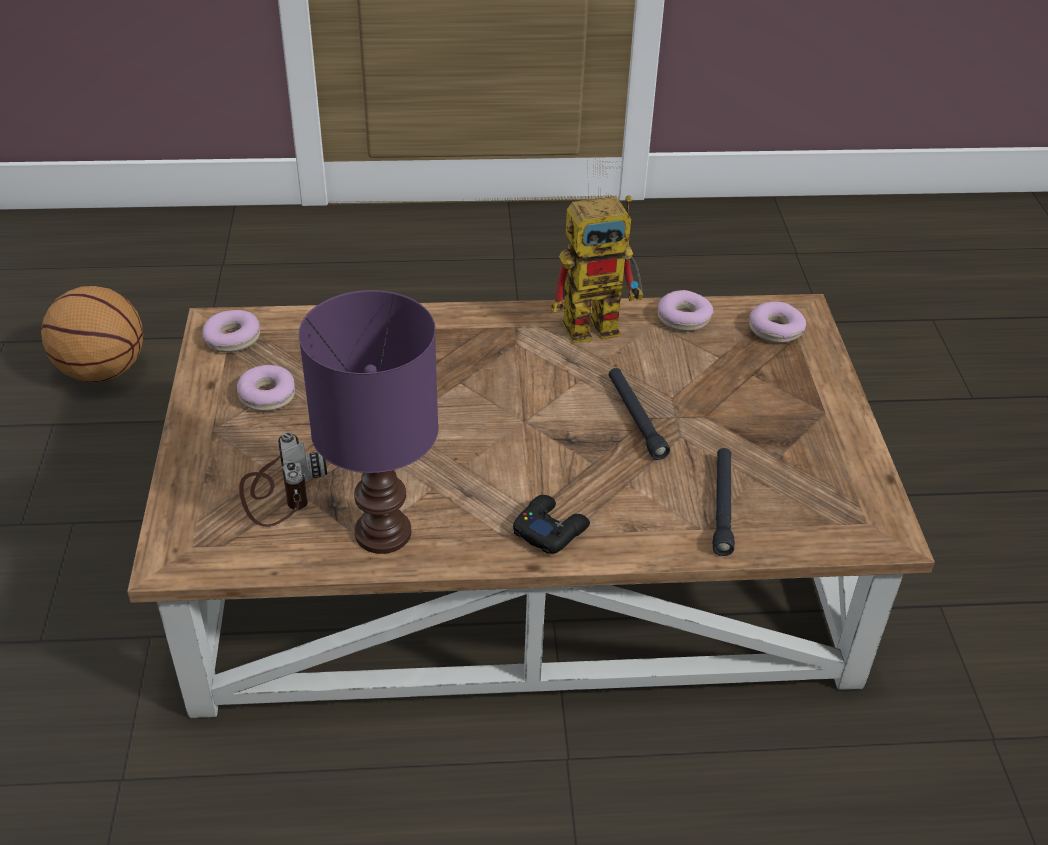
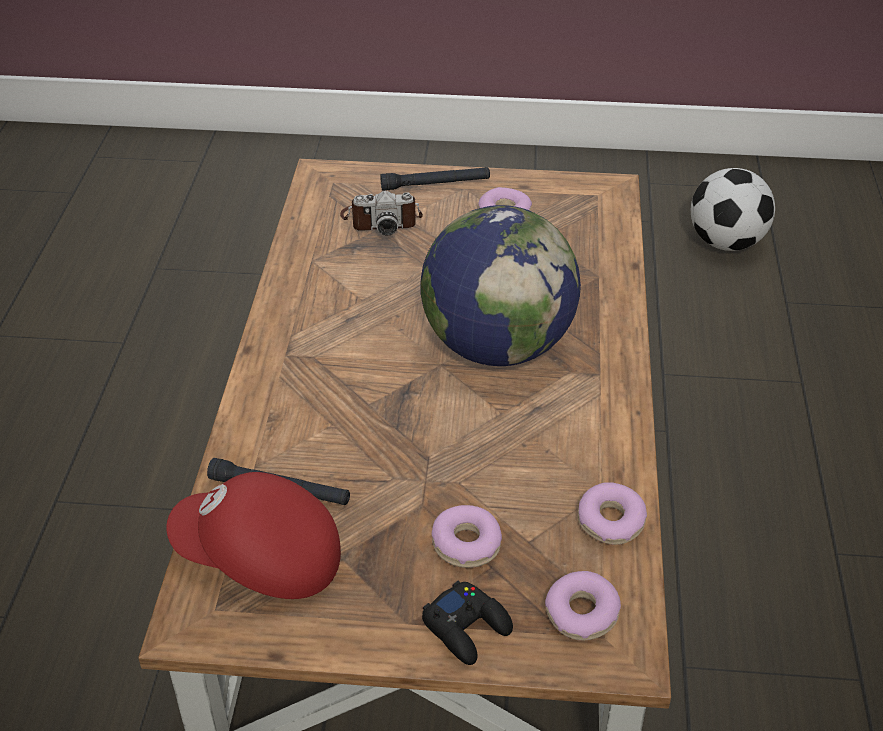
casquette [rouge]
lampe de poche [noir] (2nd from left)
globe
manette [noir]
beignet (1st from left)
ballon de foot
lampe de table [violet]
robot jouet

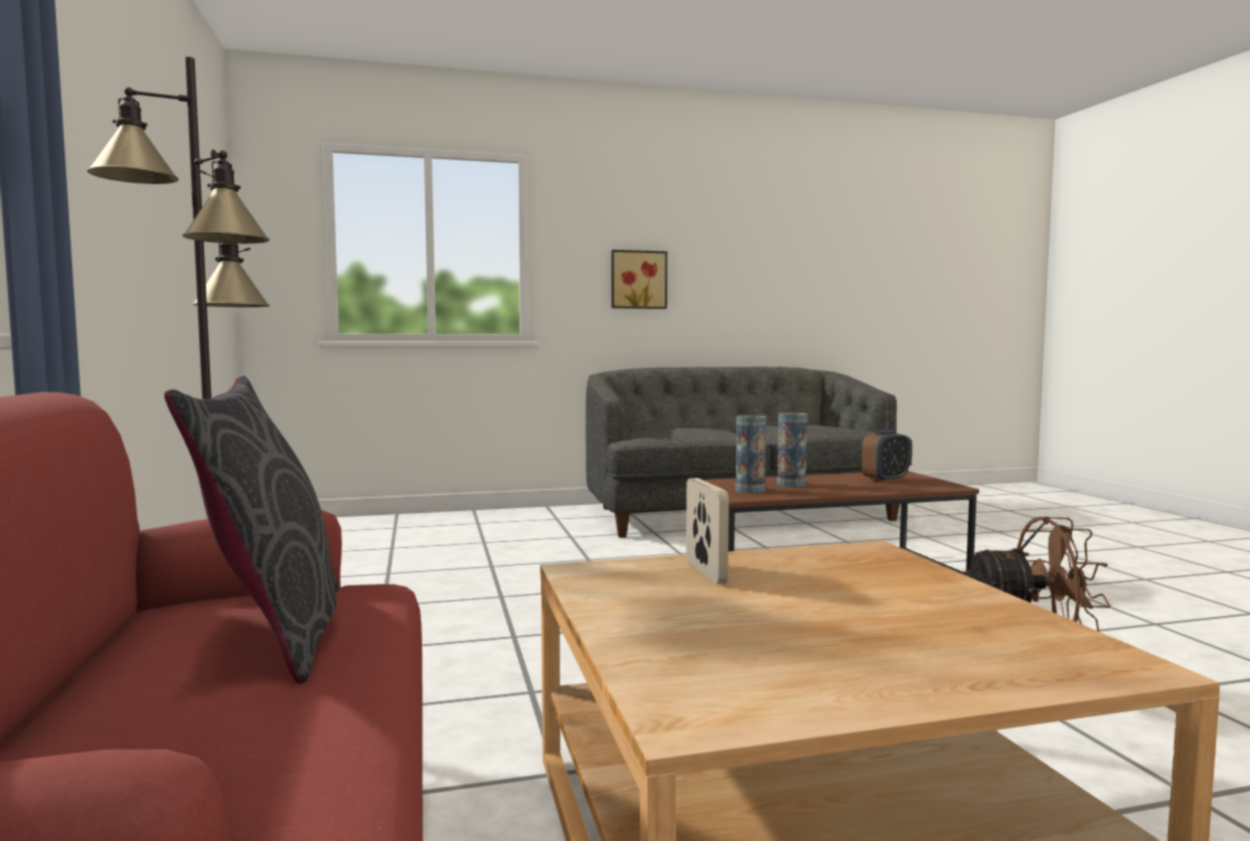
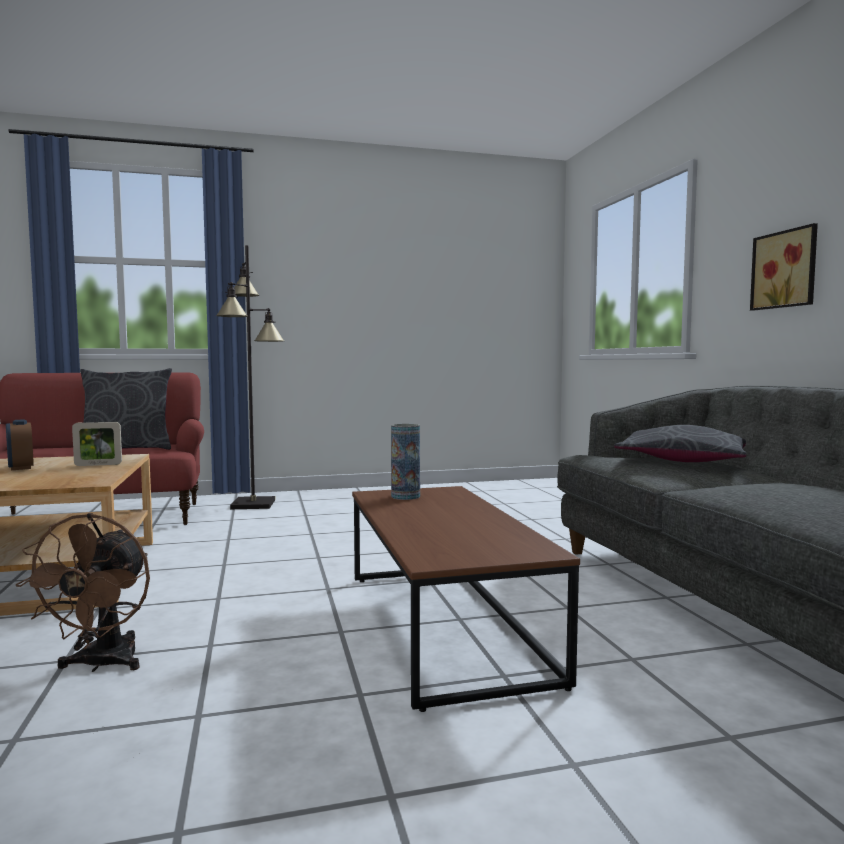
réveil
coussin [gris] (2nd from left)
vase (2nd from left in the first image)

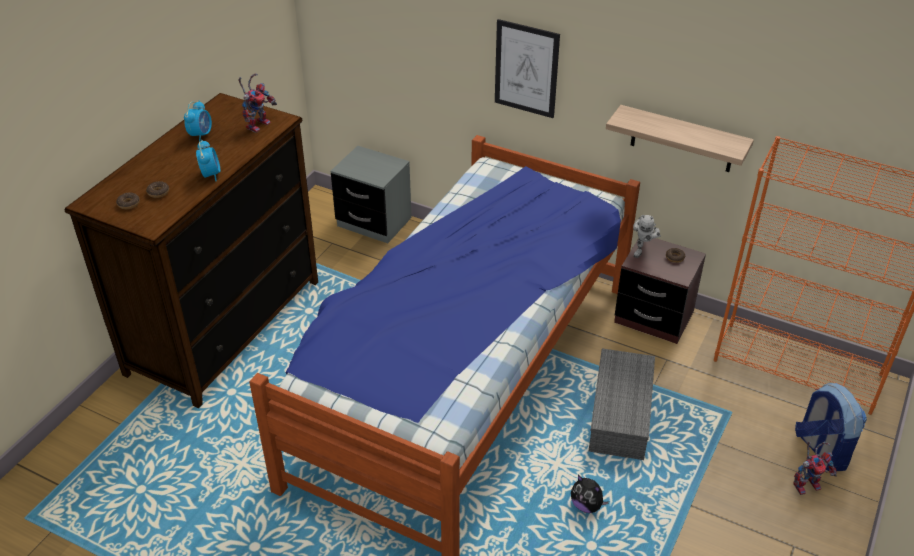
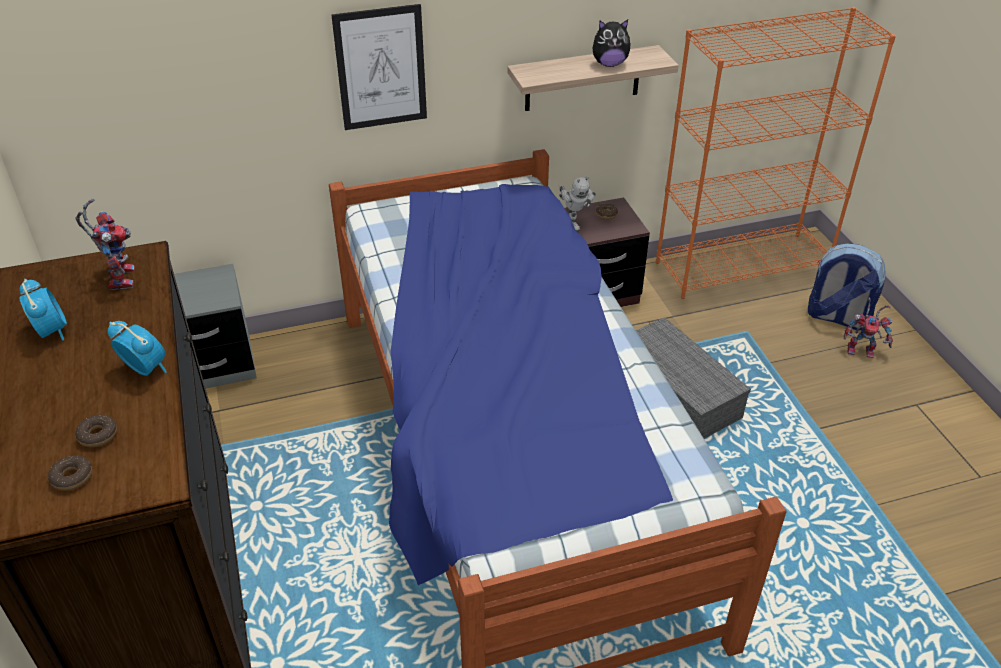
peluche
robot jouet (3rd from left)

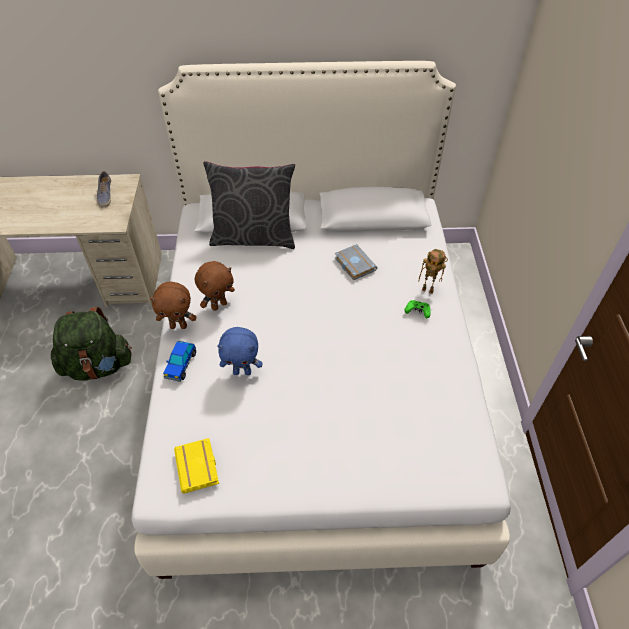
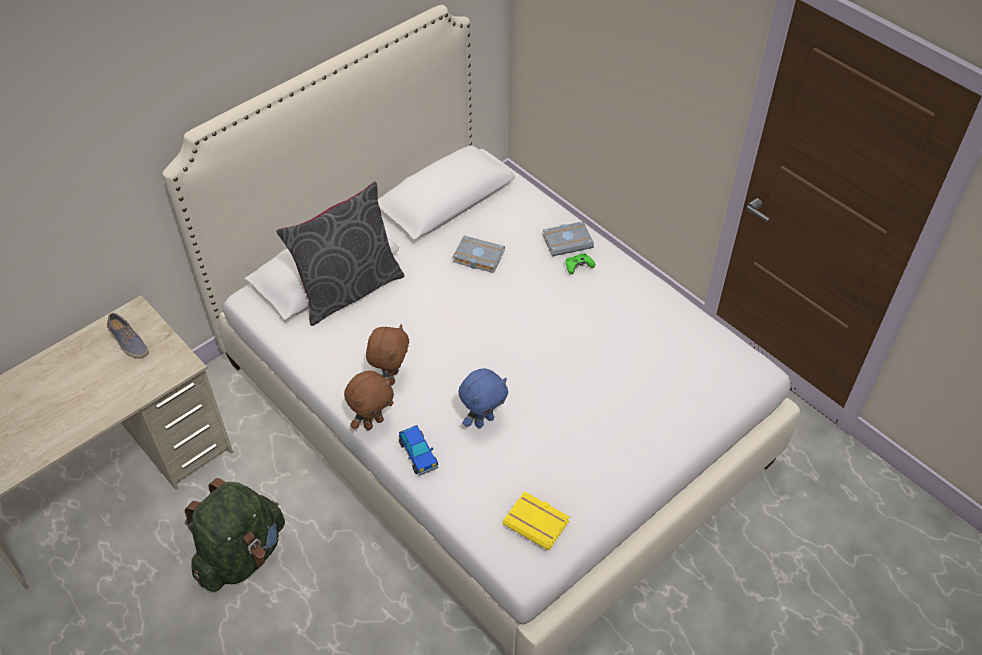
livre [gris] (2nd from left)

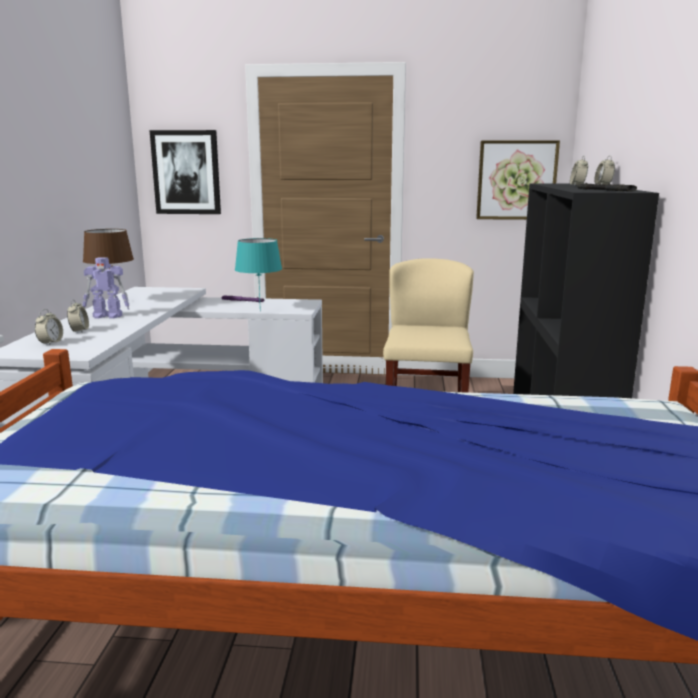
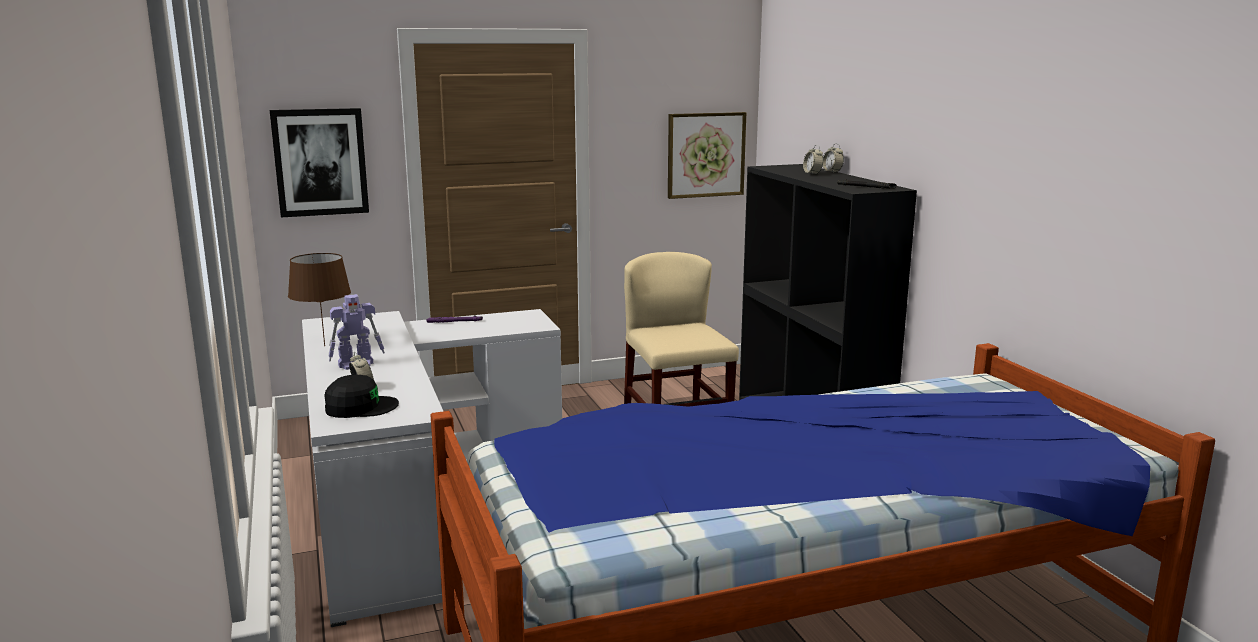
casquette [noir]
lampe de table [turquoise]

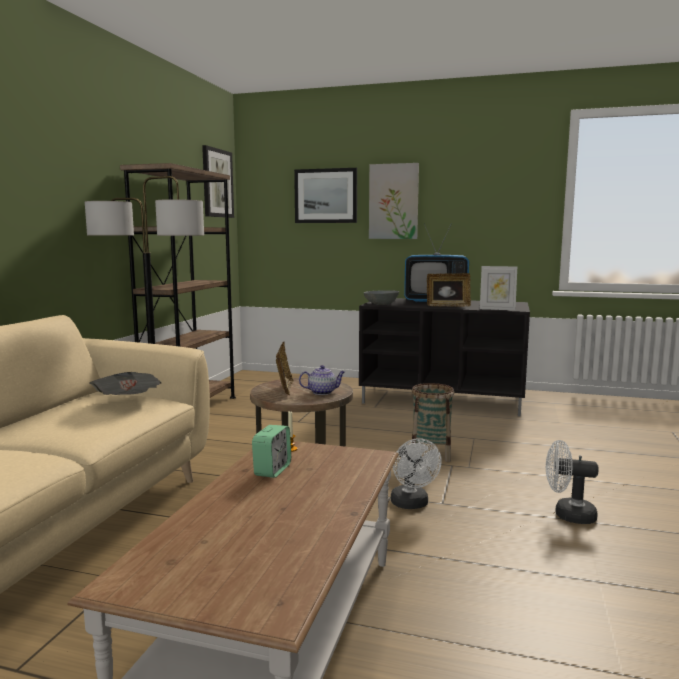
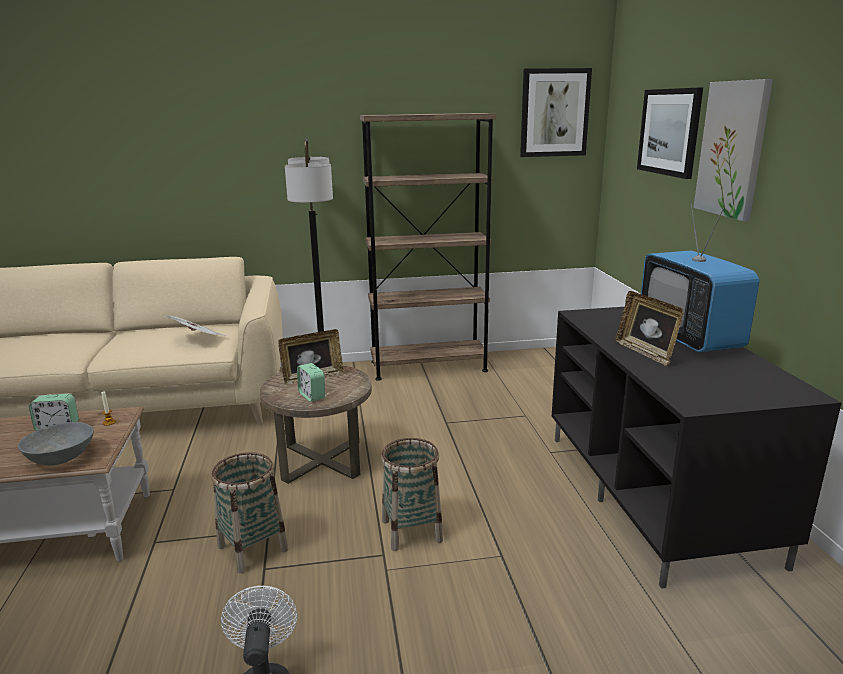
bol [gris]
panier (1st from left)
réveil (2nd from left)
cadre photo (3rd from left in the first image)

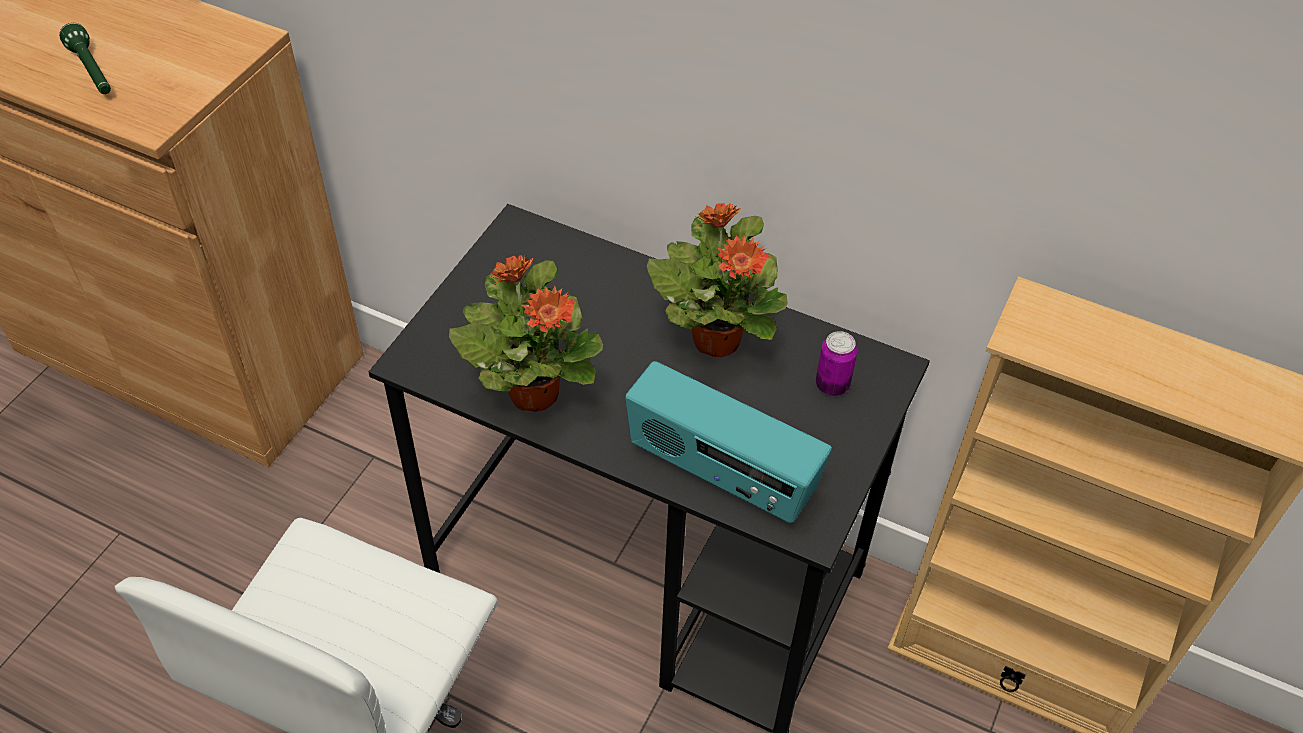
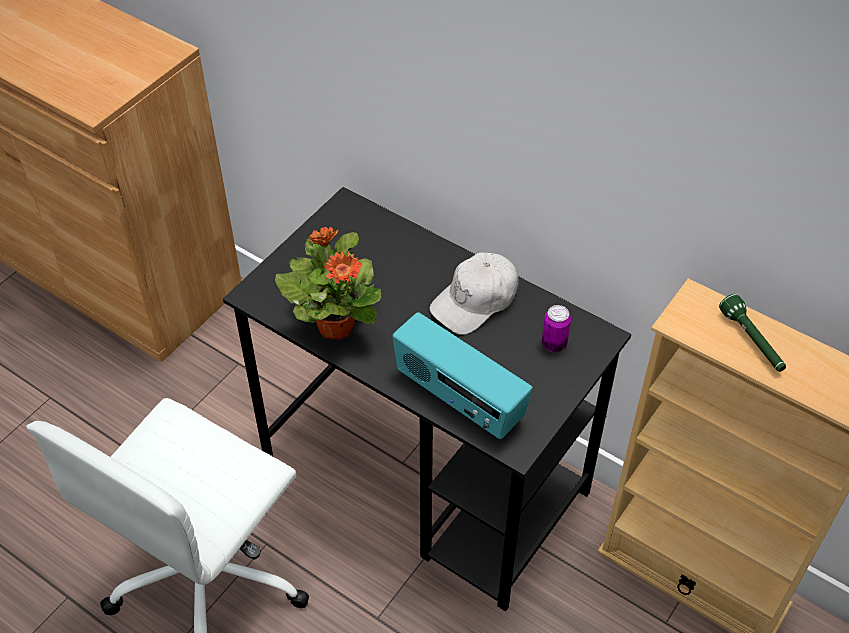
casquette [blanc]
lampe de poche [vert]

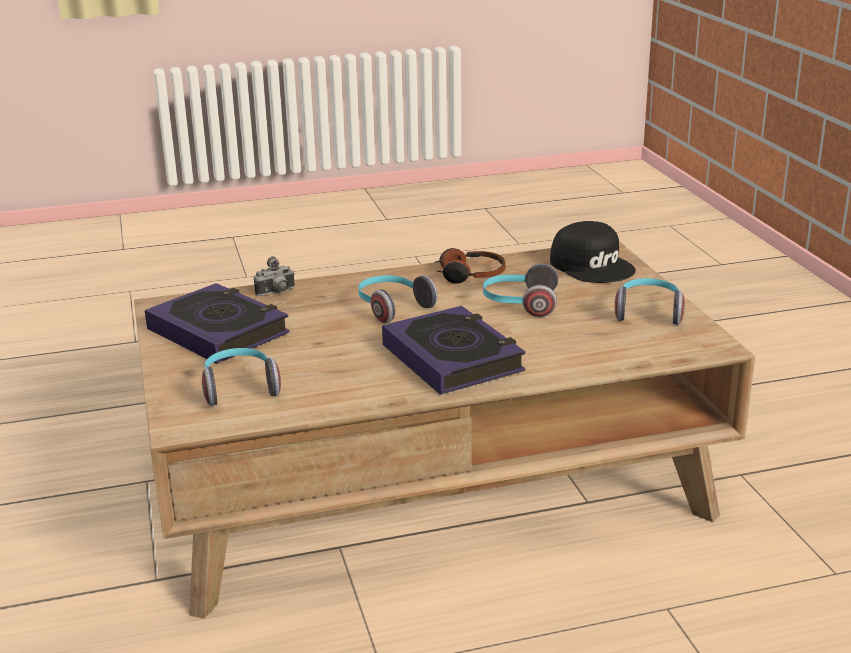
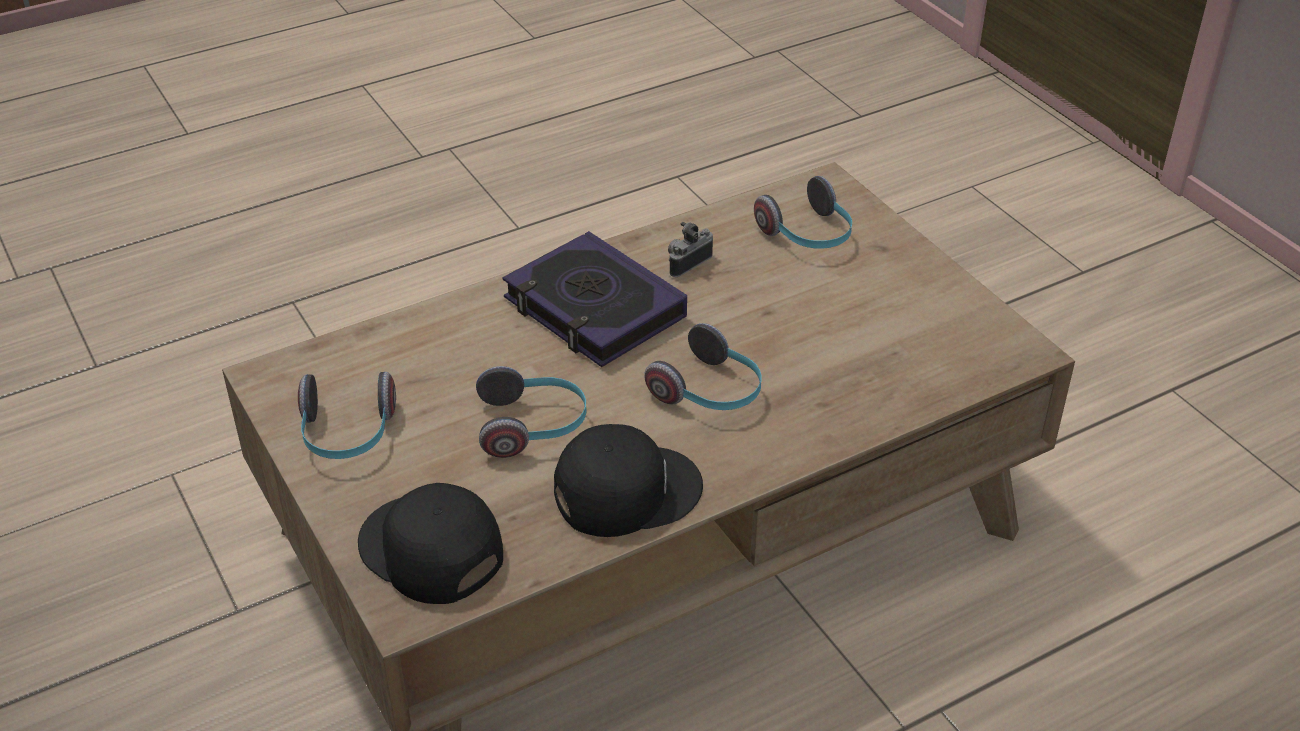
casquette [noir] (2nd from left)
appareil photo
livre (1st from left in the first image)

